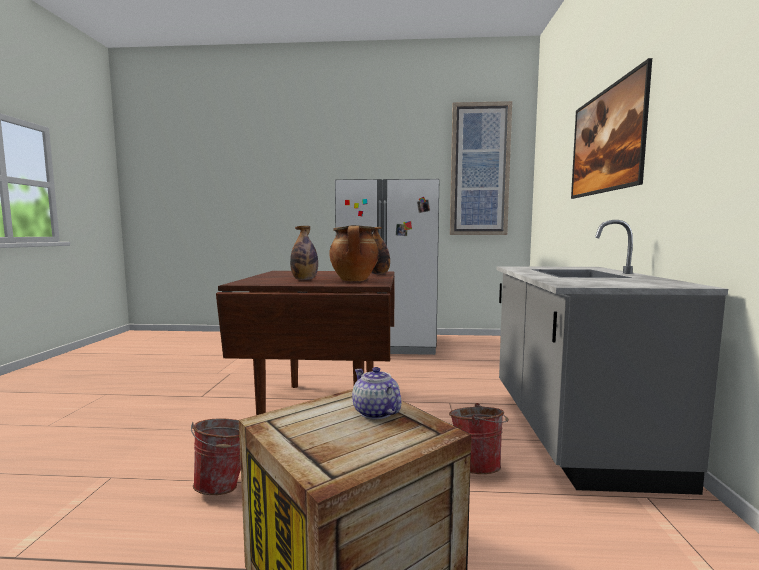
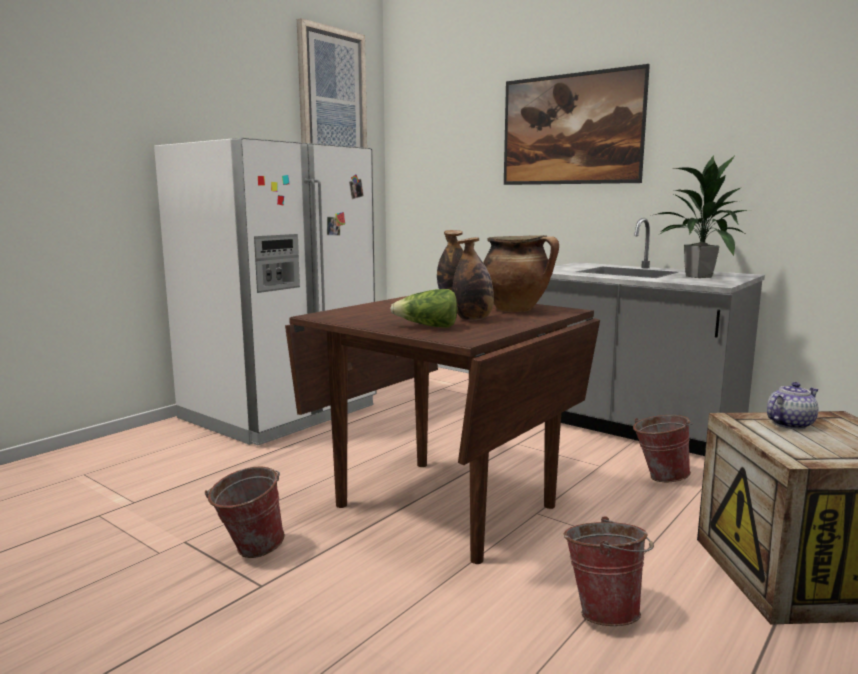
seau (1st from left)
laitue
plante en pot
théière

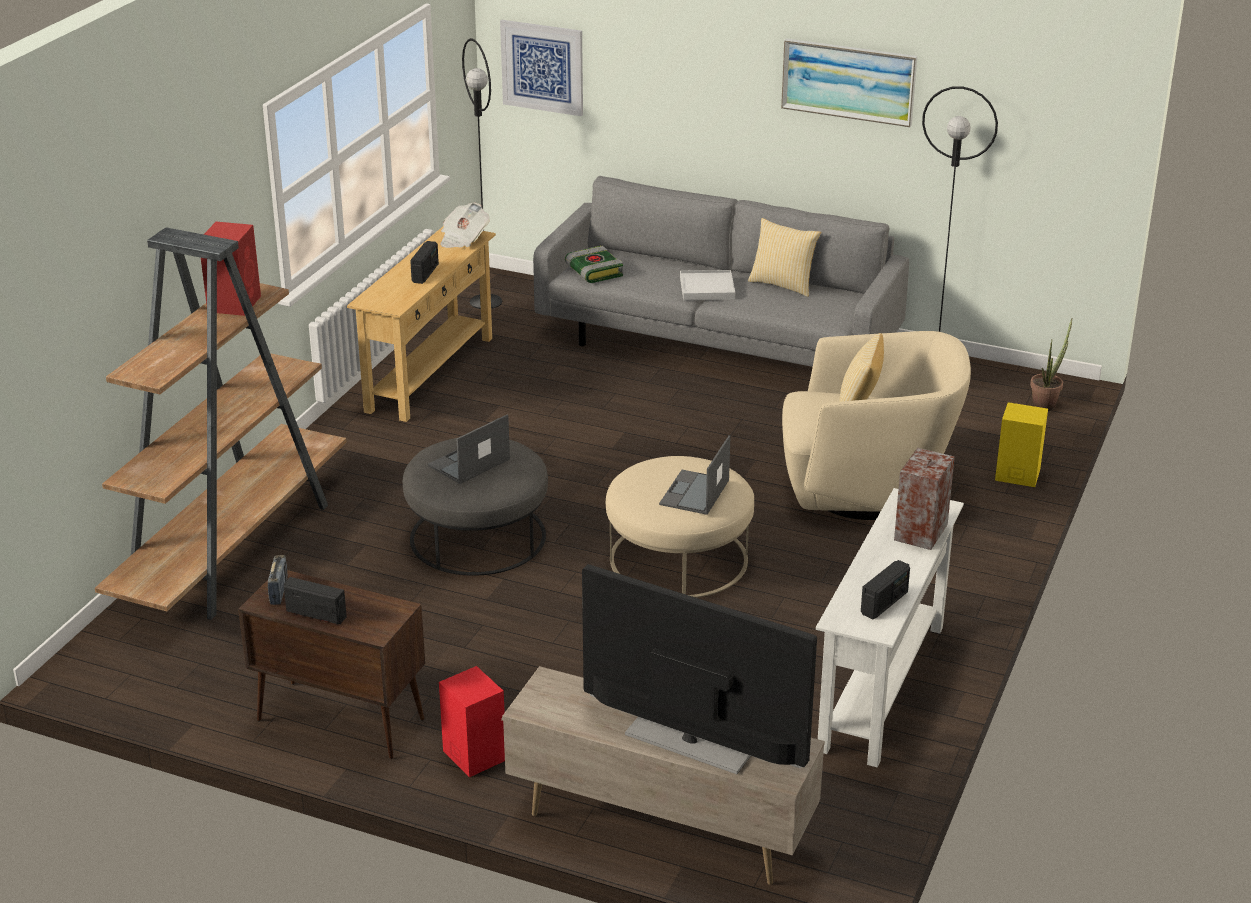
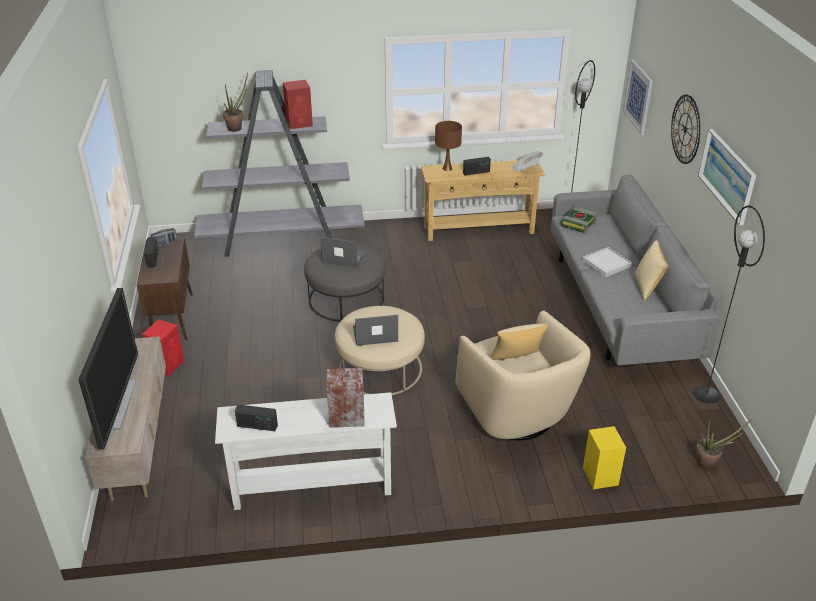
bibliothèque [gris]
plante en pot (1st from left)
lampe de table [marron]
horloge murale

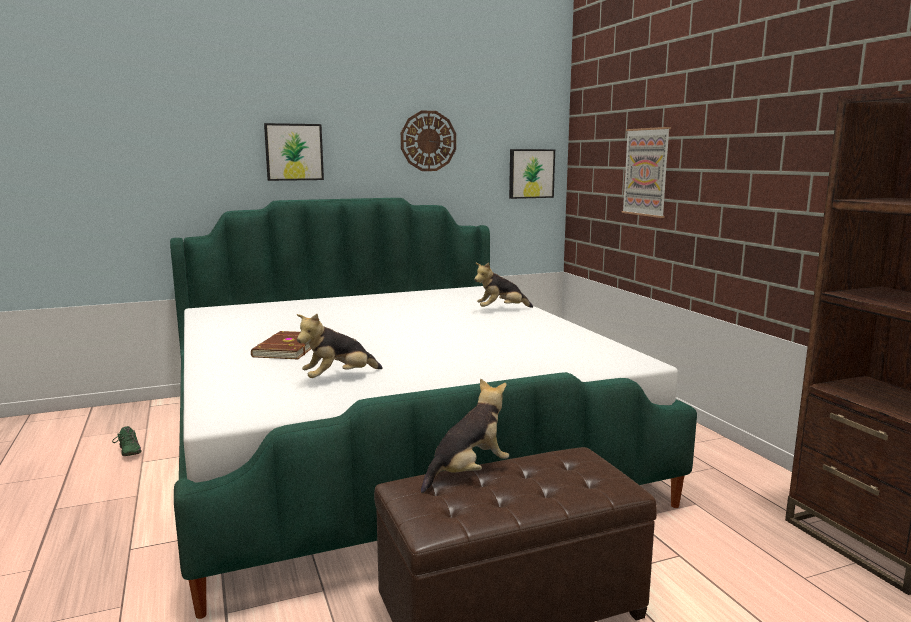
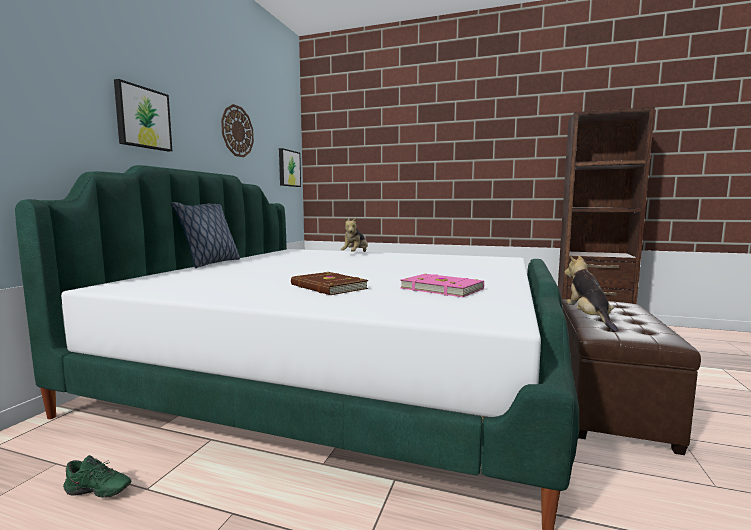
coussin
livre [rose]
tableau (3rd from left in the first image)

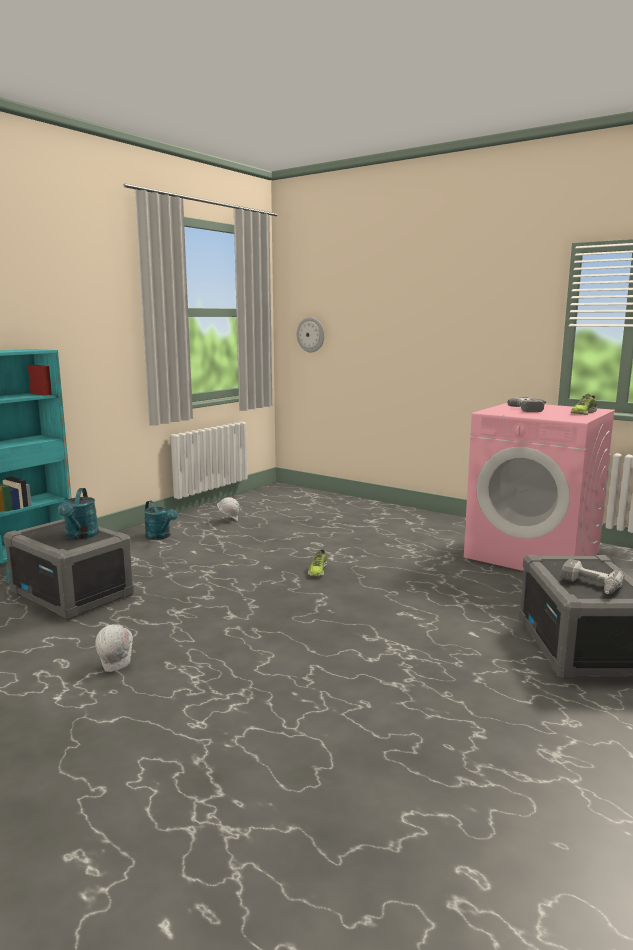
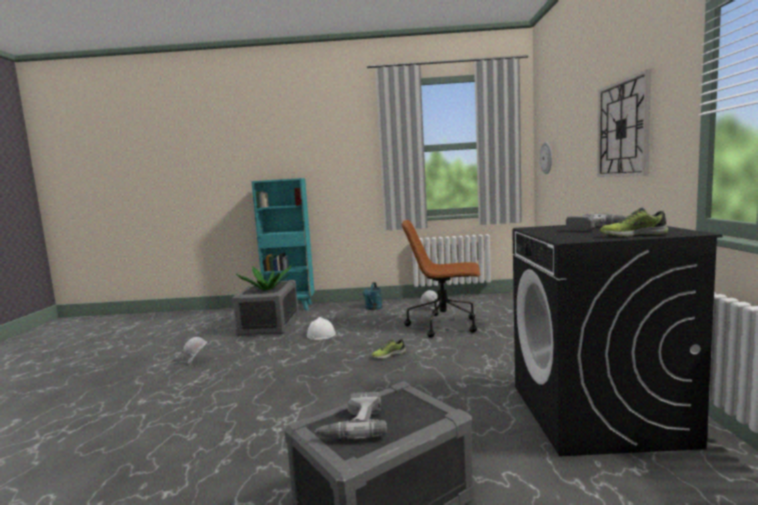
plante en pot
casque de chantier [blanc] (2nd from left)
chaise de bureau [marron]
lave-linge [noir]
horloge murale (2nd from left)

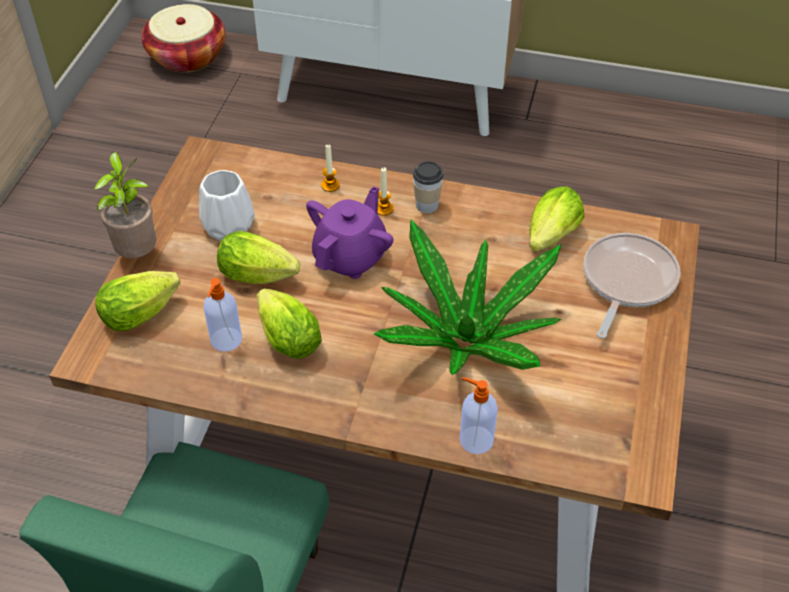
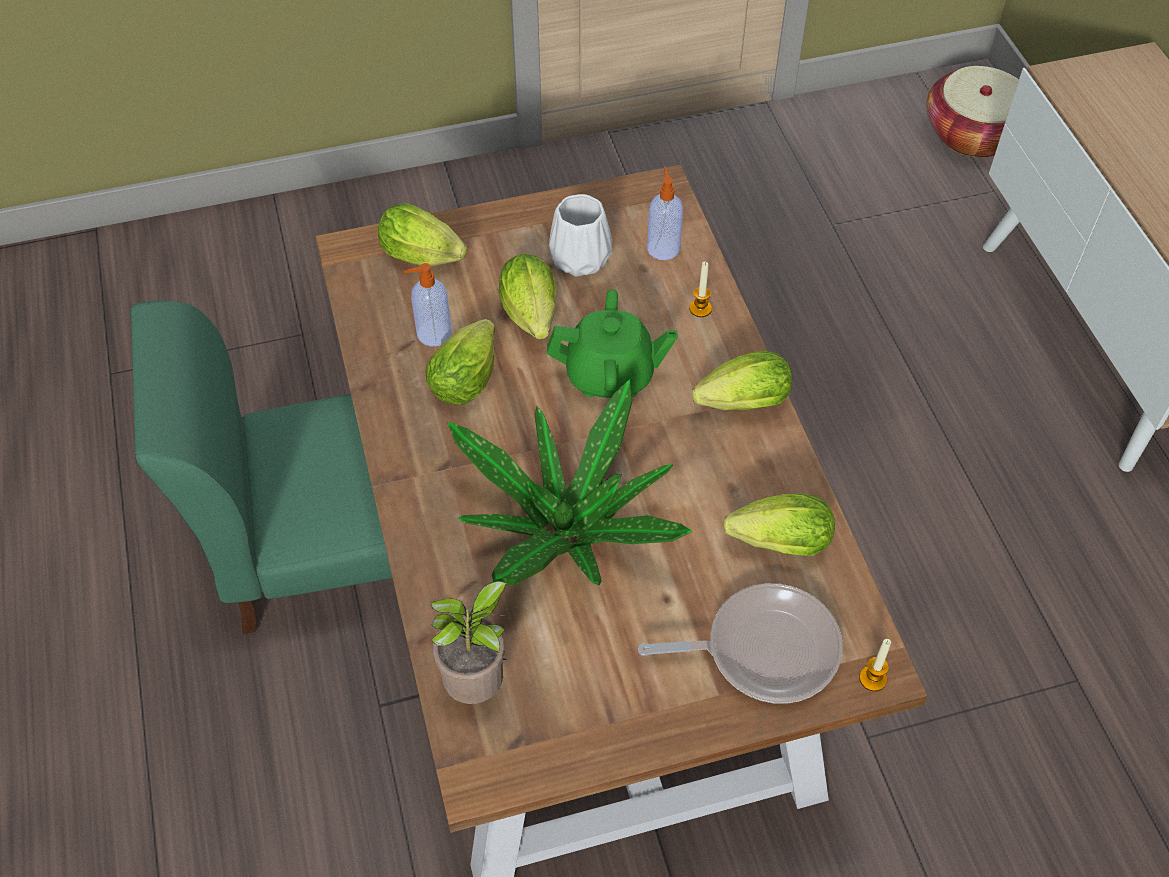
plante en pot (1st from left)
théière [vert]
distributeur de savon (2nd from left)
laitue (4th from left)
bougie (2nd from left)

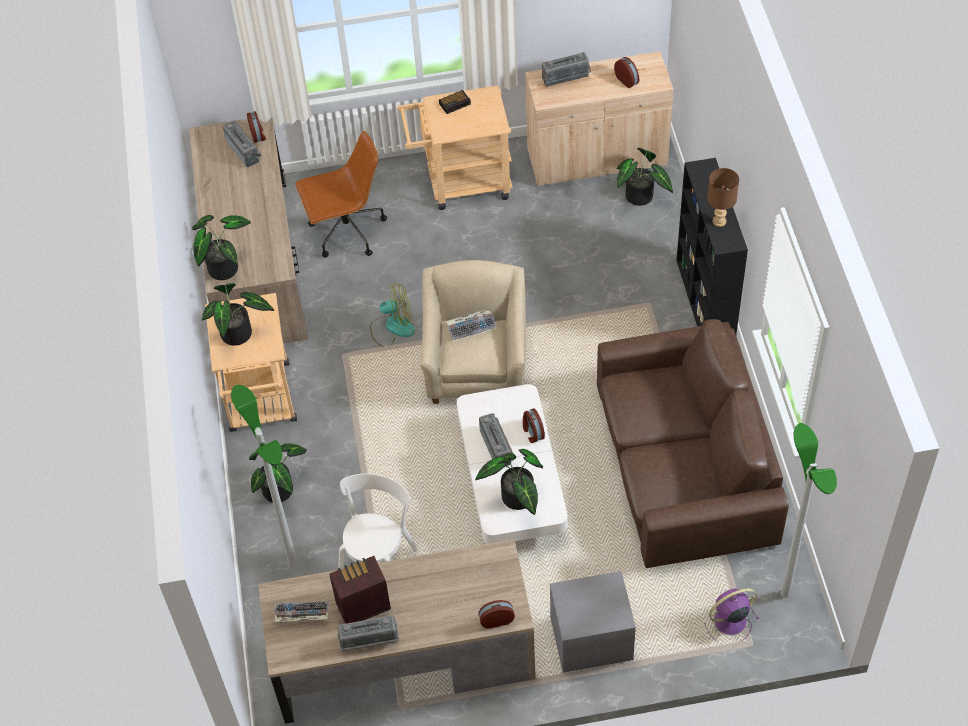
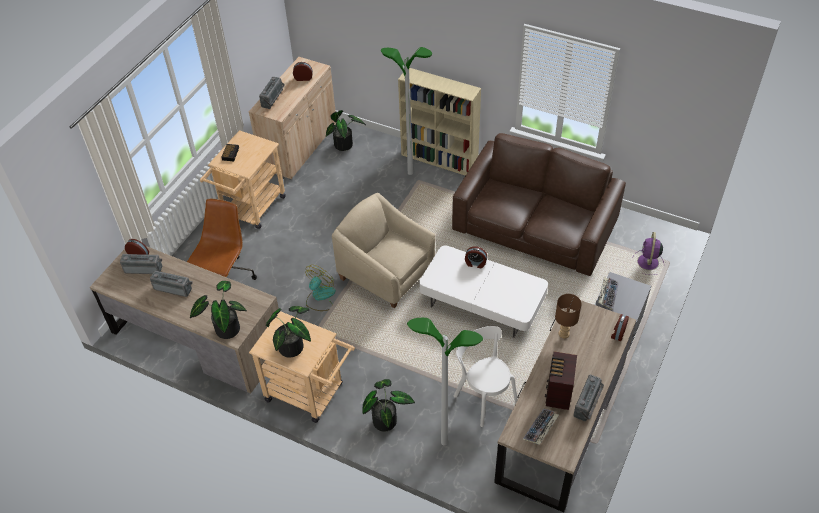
radio (2nd from left)
lampadaire (1st from left)
bibliothèque [beige]
lampe de table [marron]
clavier (2nd from left)
plante en pot (4th from left in the first image)

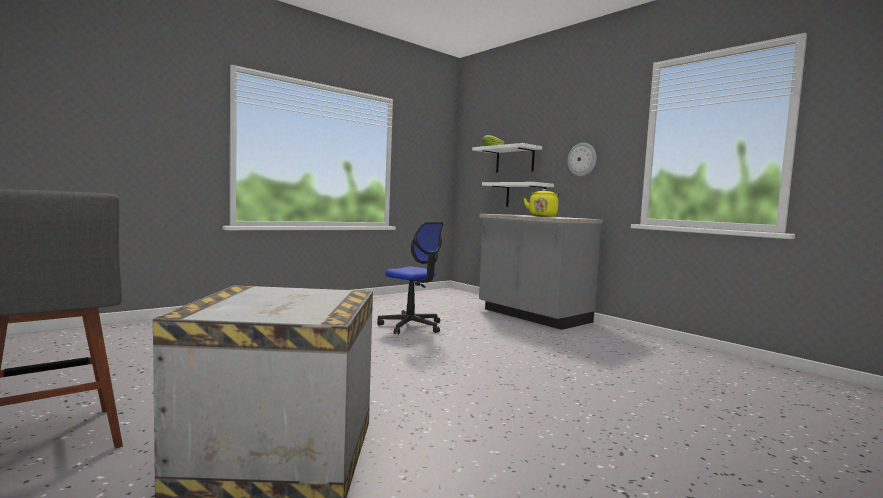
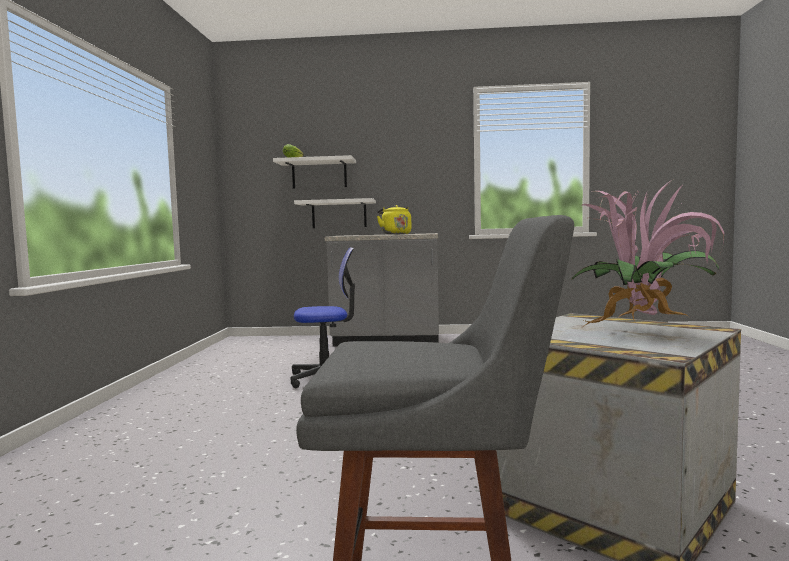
plante en pot
horloge murale

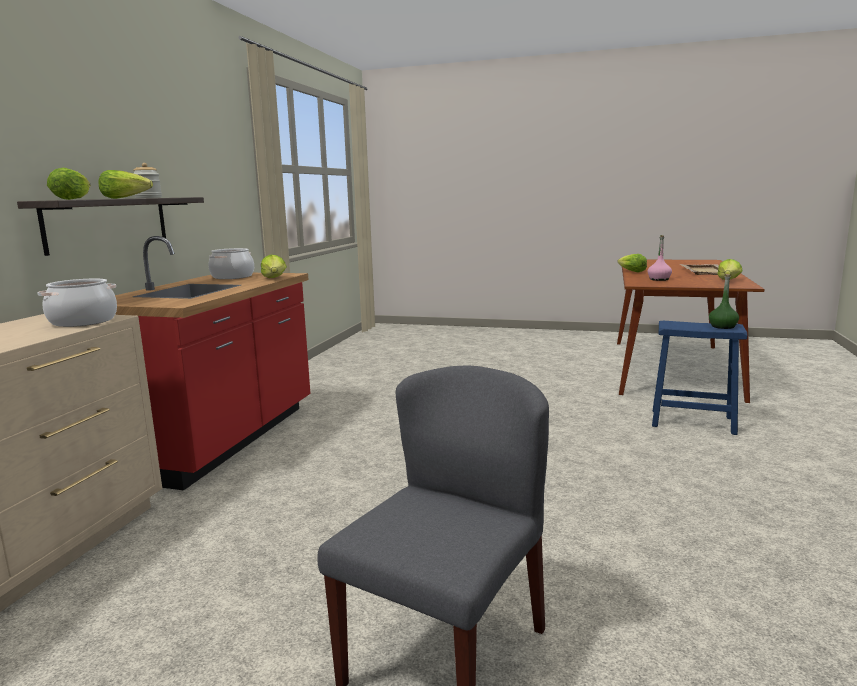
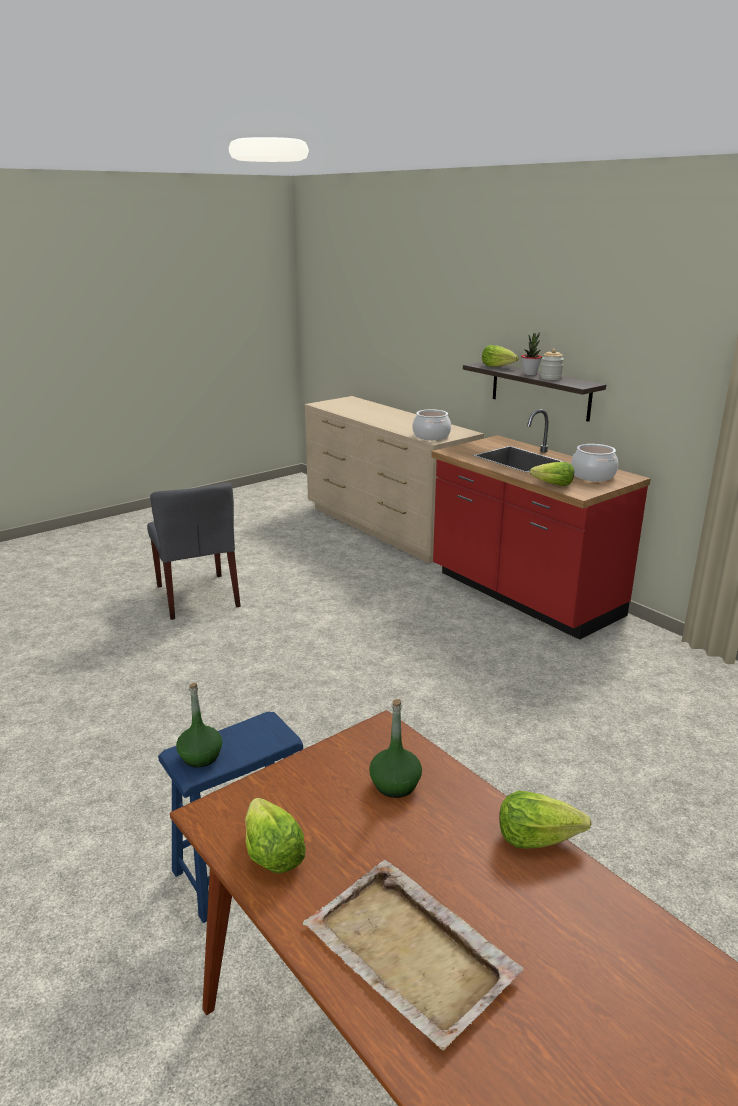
bouteille [vert] (2nd from left)
plante en pot

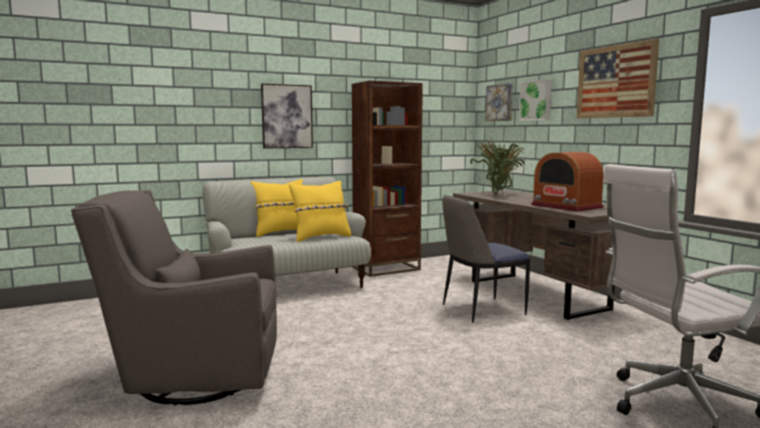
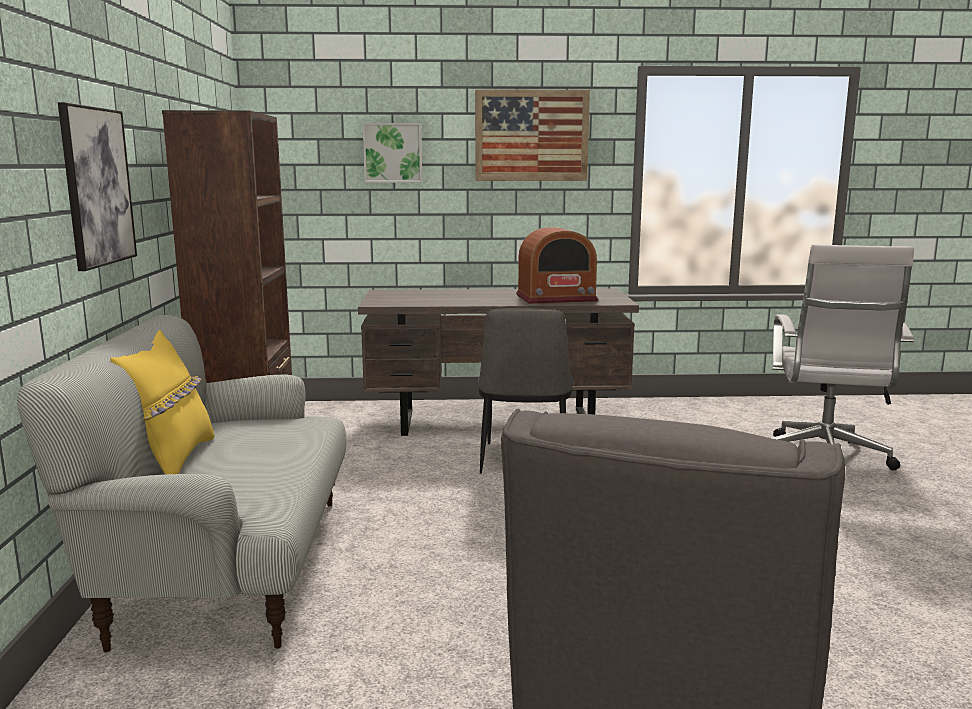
coussin [jaune] (2nd from left in the first image)
plante en pot
tableau (2nd from left in the first image)

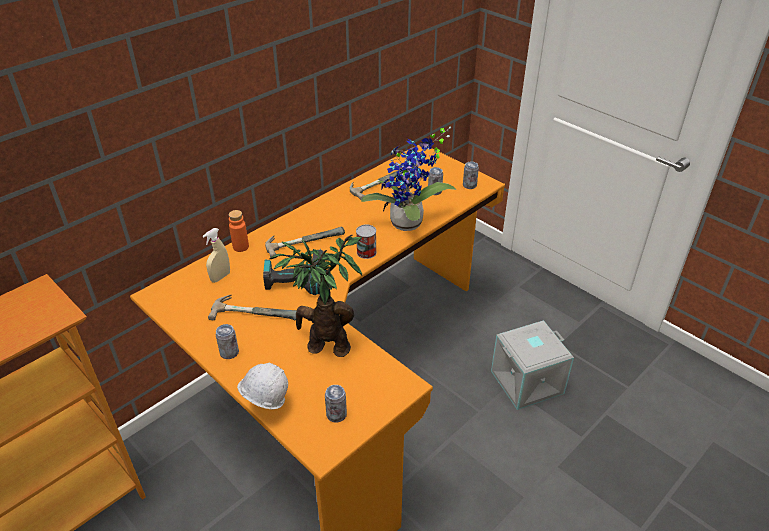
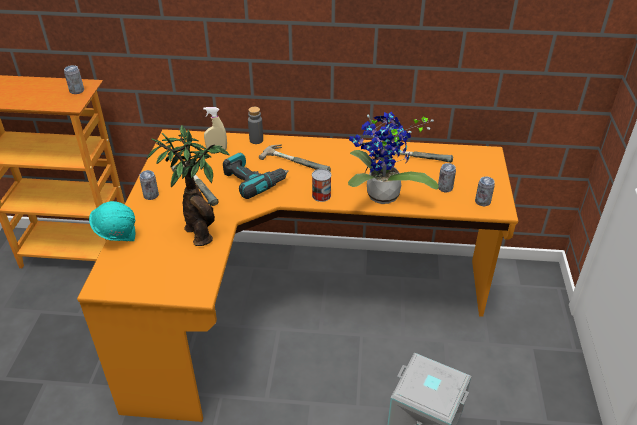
boîte métallique (1st from left)
casque de chantier [turquoise]
bouteille [gris]

